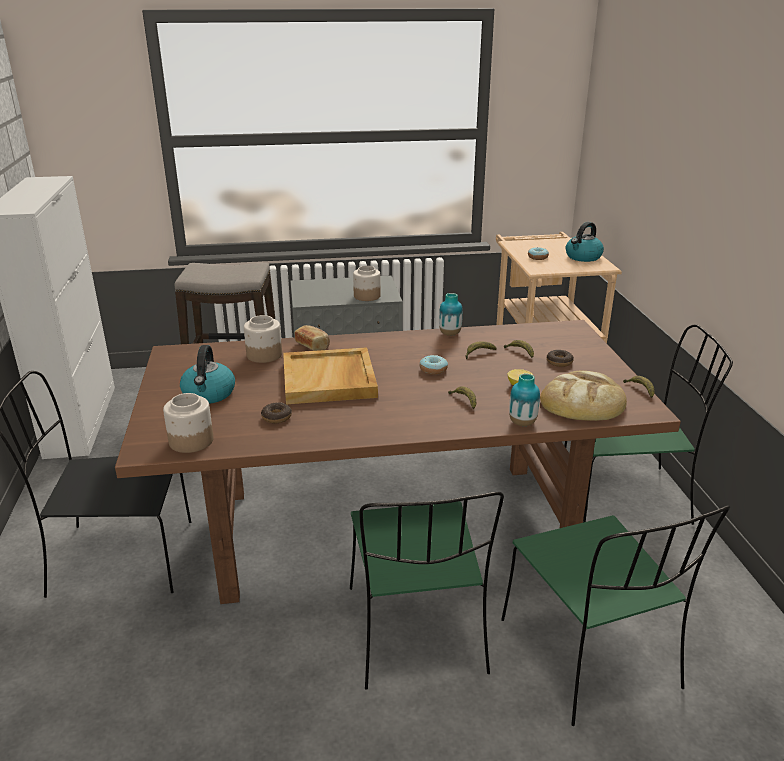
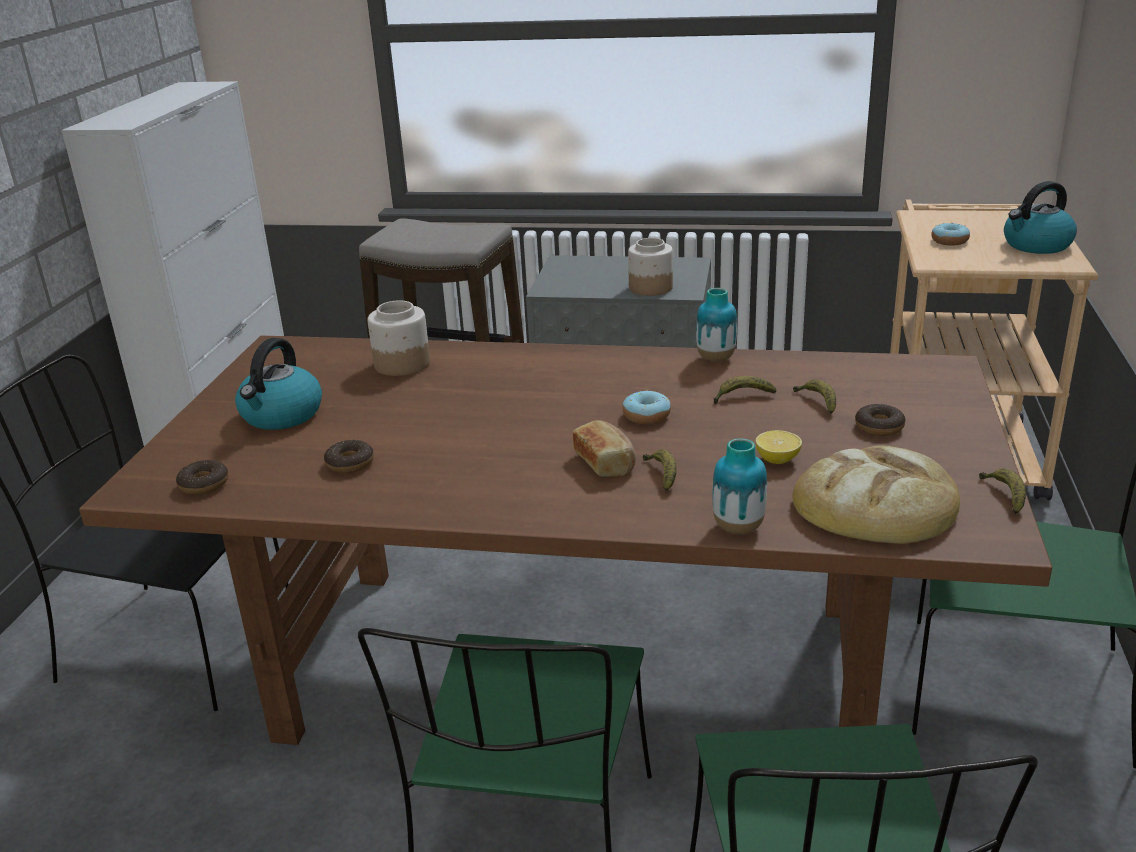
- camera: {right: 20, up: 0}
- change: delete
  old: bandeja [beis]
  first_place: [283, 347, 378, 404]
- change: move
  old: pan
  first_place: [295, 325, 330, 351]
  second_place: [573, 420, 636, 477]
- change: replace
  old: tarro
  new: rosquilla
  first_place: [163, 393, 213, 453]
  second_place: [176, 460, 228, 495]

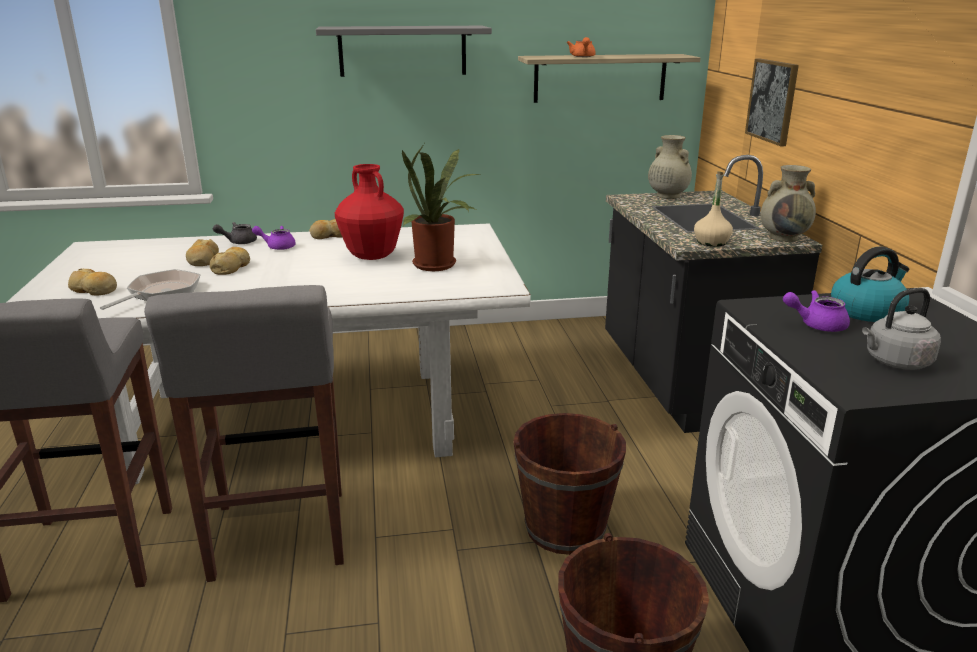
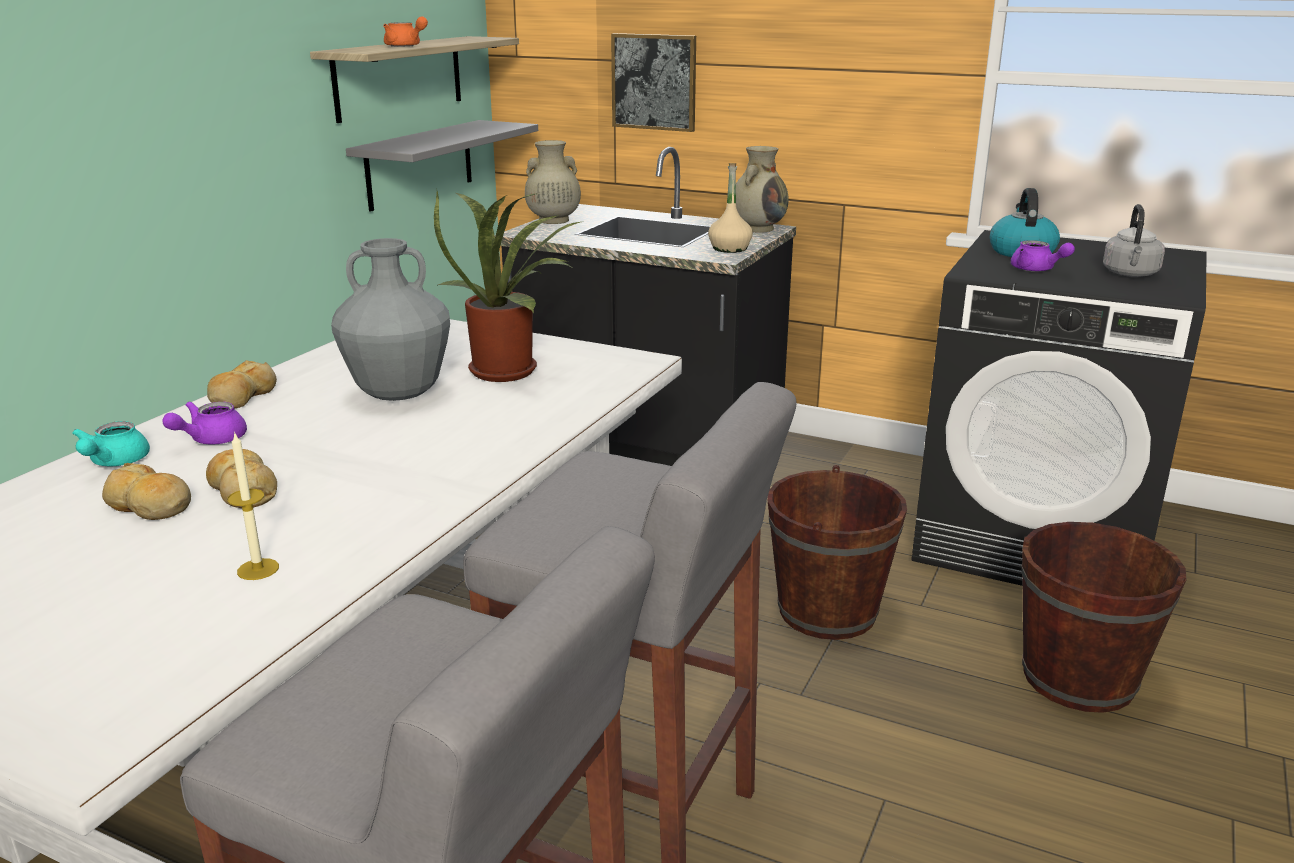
- camera: {right: -55, up: 0}
- change: delete
  old: pan
  first_place: [68, 268, 117, 296]
- change: move
  old: estante [gris]
  first_place: [316, 26, 492, 77]
  second_place: [346, 120, 538, 212]
- change: replace
  old: sartén
  new: vela
  first_place: [100, 269, 201, 310]
  second_place: [227, 432, 279, 580]
- change: recolor
  old: tetera [gris]
  new: tetera [turquesa]
  first_place: [213, 222, 257, 244]
  second_place: [72, 421, 150, 466]
- change: recolor
  old: florero [rojo]
  new: florero [gris]
  first_place: [335, 164, 404, 260]
  second_place: [331, 238, 450, 401]
- change: rotate
  old: tetera [morado]
  first_place: [783, 290, 850, 332]
  second_place: [1011, 240, 1075, 272]
  degrees: -75

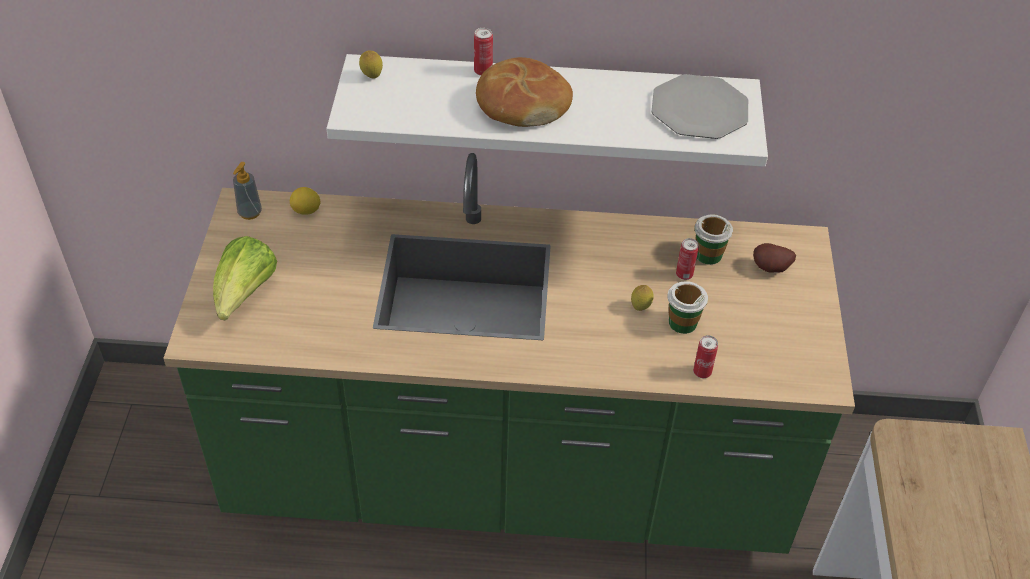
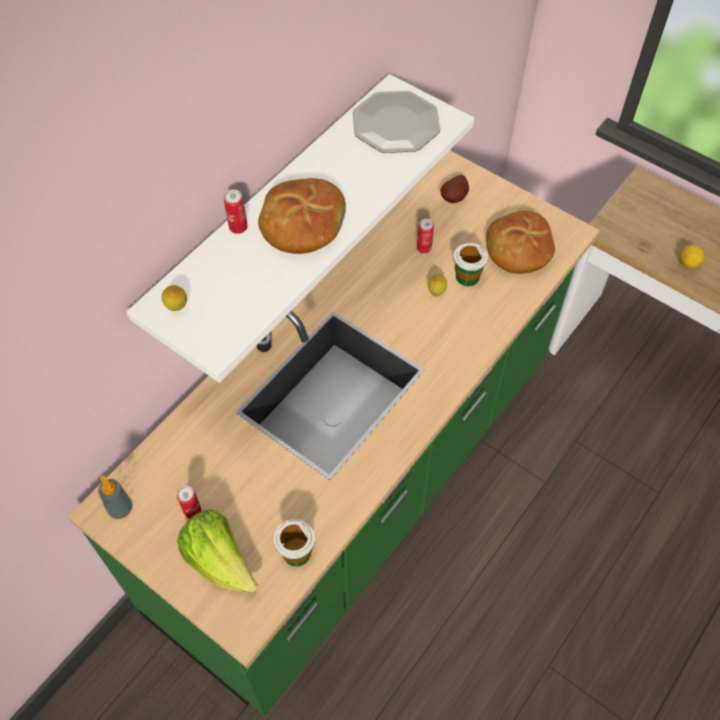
- camera: {right: -55, up: 10}
- change: insert
  new: pan
  second_place: [486, 211, 555, 274]
- change: move
  old: limón
  first_place: [290, 187, 321, 215]
  second_place: [680, 245, 705, 269]
- change: move
  old: lata
  first_place: [693, 335, 718, 378]
  second_place: [177, 486, 201, 519]
- change: move
  old: taza
  first_place: [694, 214, 733, 265]
  second_place: [274, 519, 315, 567]

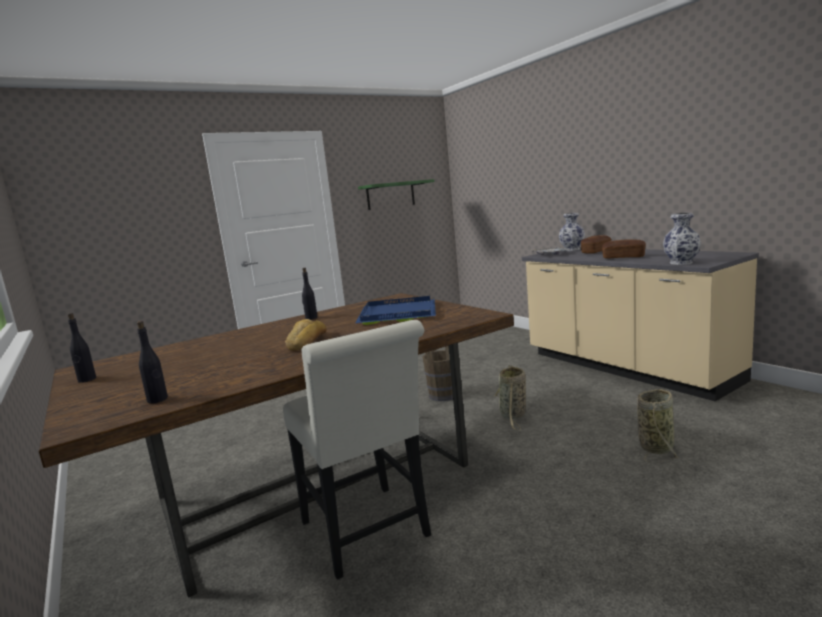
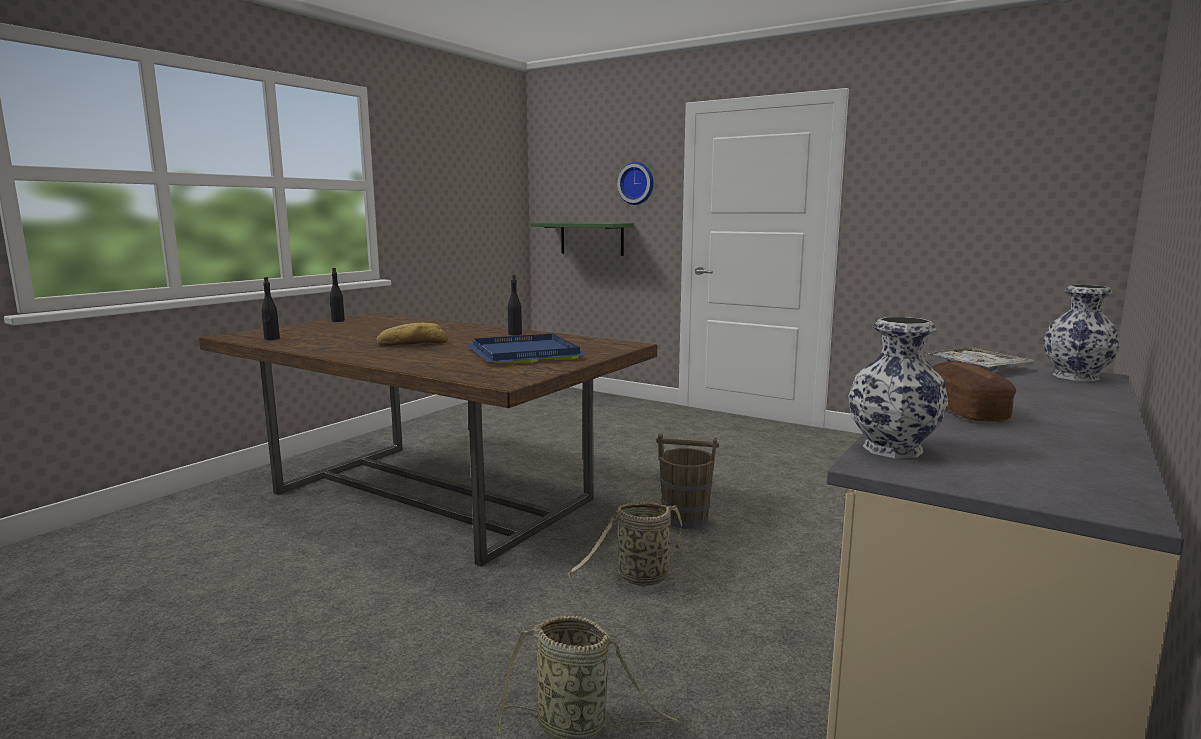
- camera: {right: 65, up: 0}
- change: delete
  old: silla [blanco]
  first_place: [283, 320, 431, 580]
- change: delete
  old: pan
  first_place: [581, 235, 611, 254]
- change: insert
  new: reloj de pared
  second_place: [617, 162, 654, 205]
- change: move
  old: estante [verde]
  first_place: [358, 179, 435, 210]
  second_place: [530, 222, 634, 256]

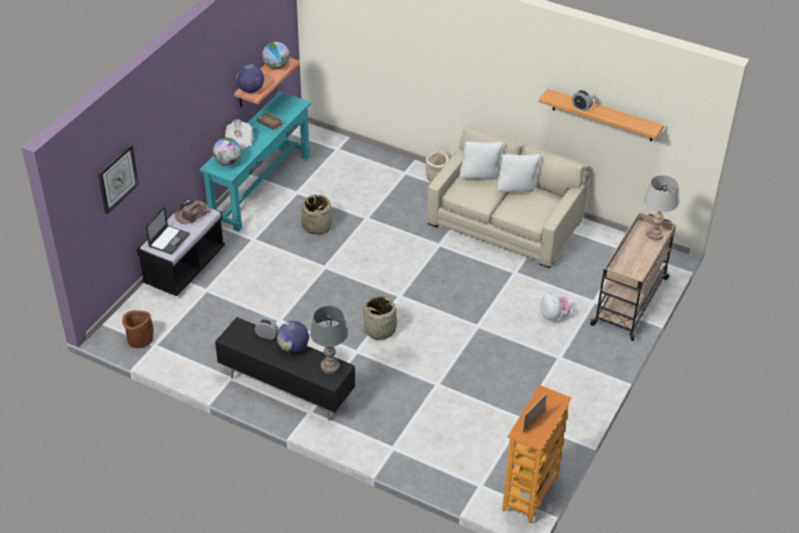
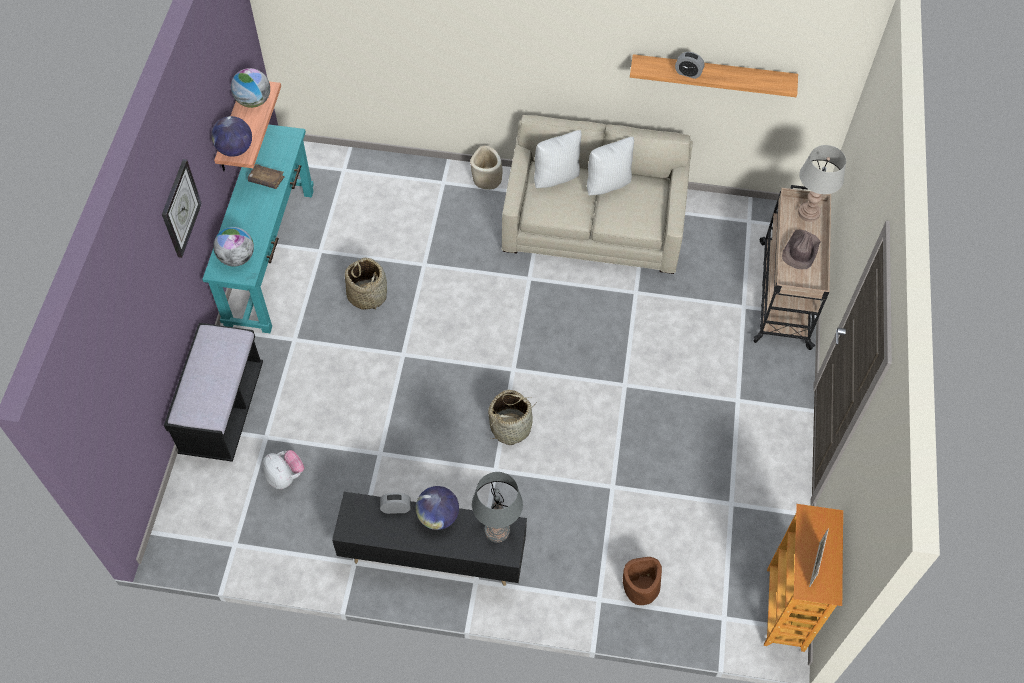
- camera: {right: -20, up: 15}
- change: delete
  old: portátil
  first_place: [145, 206, 190, 255]
- change: delete
  old: periódico
  first_place: [225, 120, 253, 150]
- change: move
  old: reloj de pared
  first_place: [98, 144, 139, 214]
  second_place: [162, 159, 202, 258]
- change: move
  old: maceta [marrón]
  first_place: [122, 310, 154, 348]
  second_place: [623, 557, 662, 605]
- change: move
  old: sombrero [marrón]
  first_place: [174, 200, 211, 224]
  second_place: [782, 230, 821, 269]
- change: move
  old: peluche
  first_place: [541, 292, 571, 321]
  second_place: [262, 450, 305, 489]

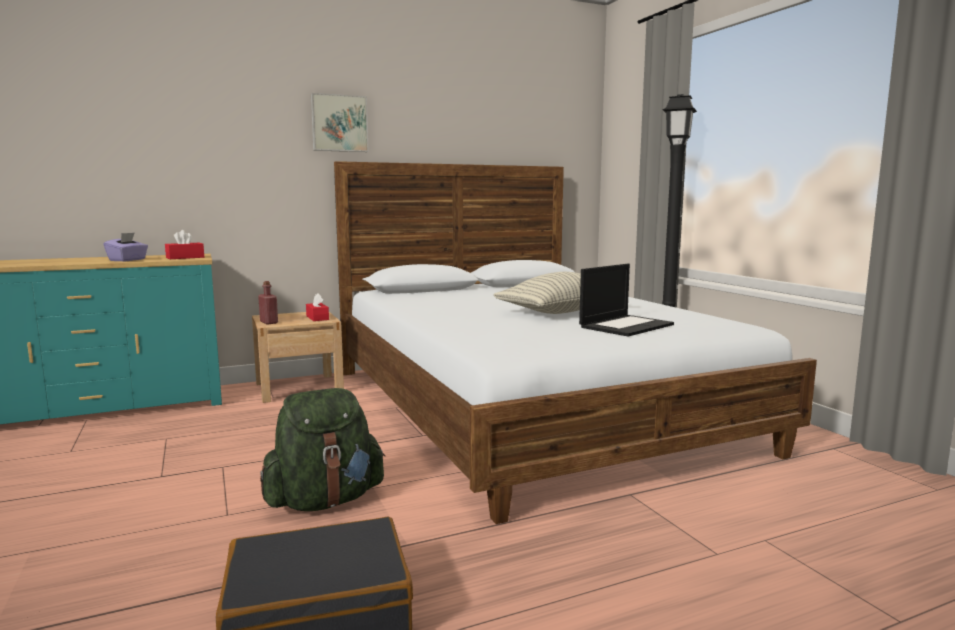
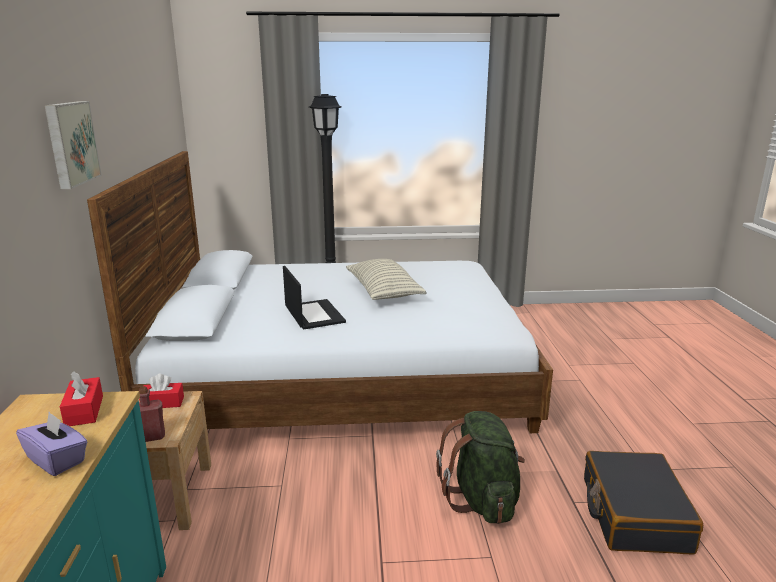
- camera: {right: -70, up: 10}
- change: move
  old: portátil
  first_place: [579, 264, 674, 337]
  second_place: [283, 266, 346, 329]

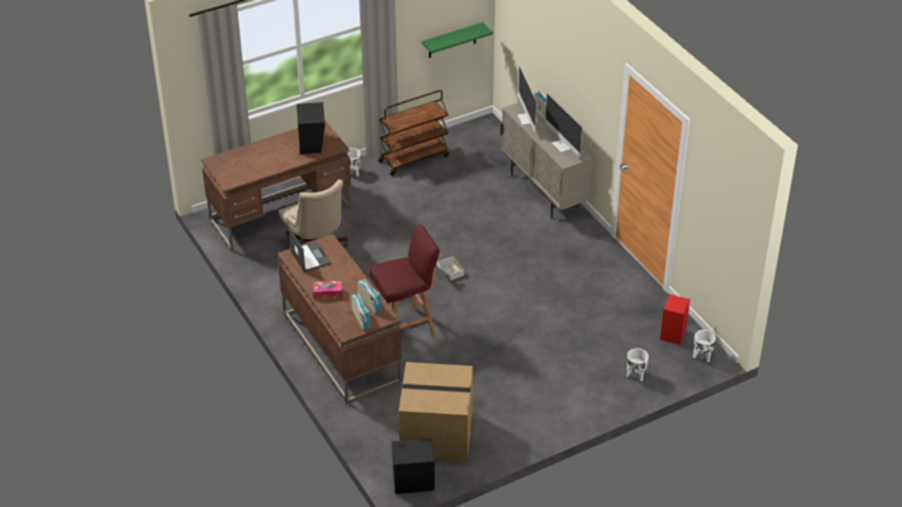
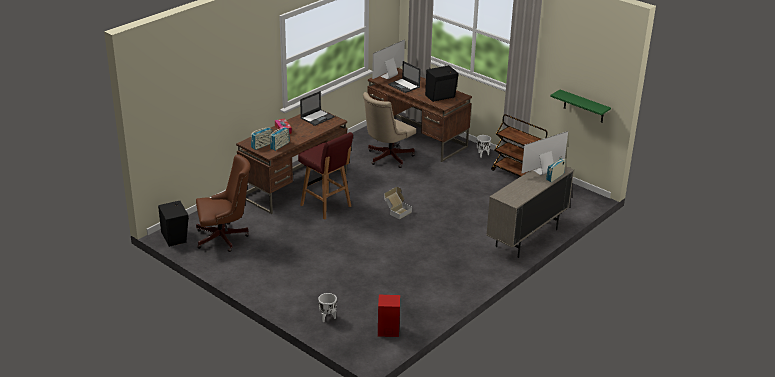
- camera: {right: 70, up: -10}
- change: delete
  old: maceta [blanco]
  first_place: [693, 330, 716, 362]
- change: insert
  new: portátil
  second_place: [388, 61, 421, 93]
- change: move
  old: monitor
  first_place: [545, 93, 582, 158]
  second_place: [372, 40, 405, 79]
- change: replace
  old: caja de cartón
  new: silla de oficina [marrón]
  first_place: [399, 362, 473, 462]
  second_place: [196, 154, 251, 252]

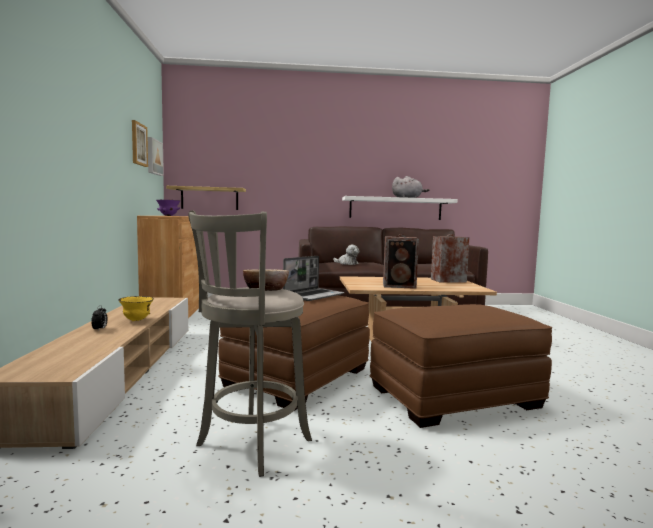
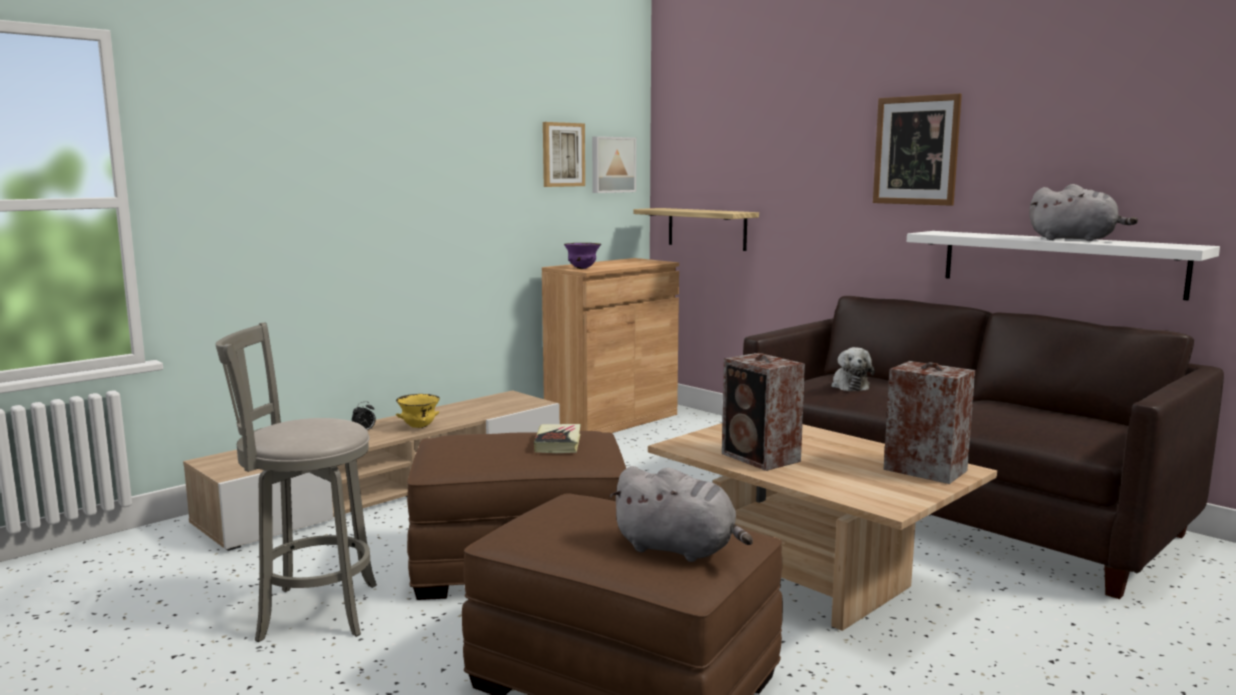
- camera: {right: 50, up: 5}
- change: delete
  old: cuenco
  first_place: [243, 269, 289, 291]
- change: insert
  new: peluche [gris]
  second_place: [609, 466, 753, 562]
- change: insert
  new: cuadro
  second_place: [873, 94, 962, 206]
- change: replace
  old: portátil
  new: libro
  first_place: [283, 256, 344, 301]
  second_place: [534, 424, 581, 453]

